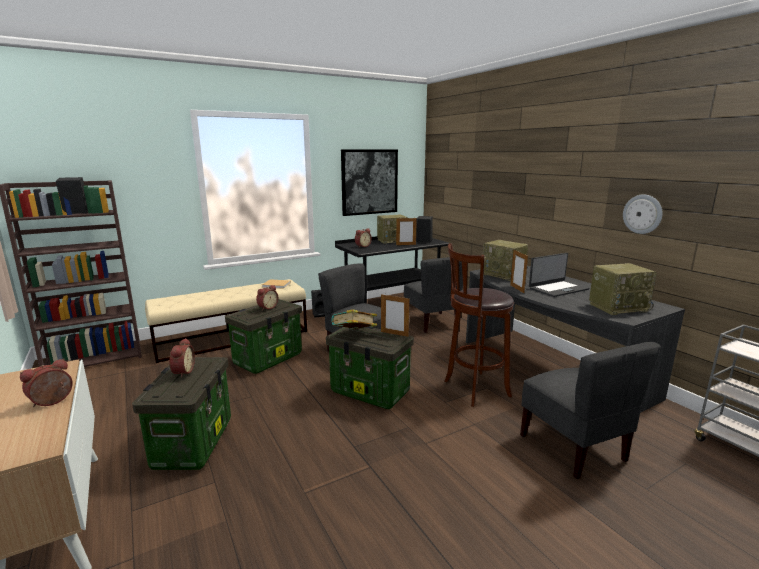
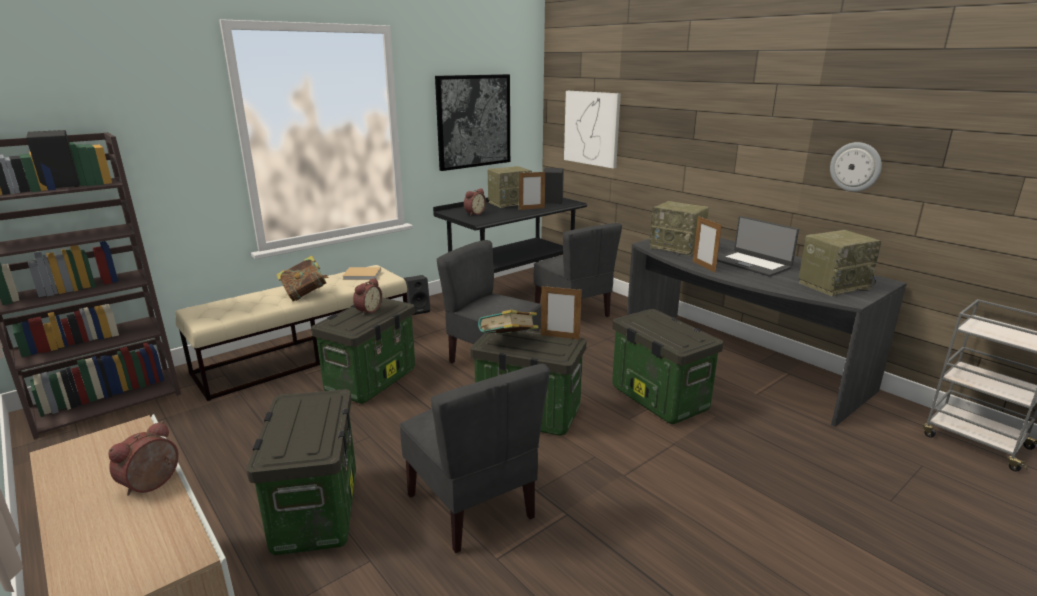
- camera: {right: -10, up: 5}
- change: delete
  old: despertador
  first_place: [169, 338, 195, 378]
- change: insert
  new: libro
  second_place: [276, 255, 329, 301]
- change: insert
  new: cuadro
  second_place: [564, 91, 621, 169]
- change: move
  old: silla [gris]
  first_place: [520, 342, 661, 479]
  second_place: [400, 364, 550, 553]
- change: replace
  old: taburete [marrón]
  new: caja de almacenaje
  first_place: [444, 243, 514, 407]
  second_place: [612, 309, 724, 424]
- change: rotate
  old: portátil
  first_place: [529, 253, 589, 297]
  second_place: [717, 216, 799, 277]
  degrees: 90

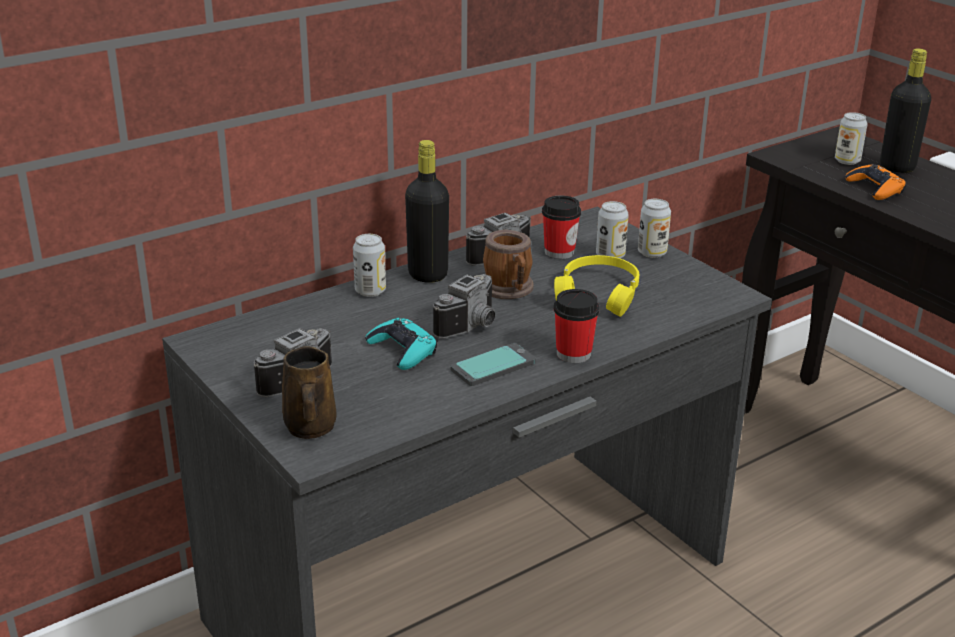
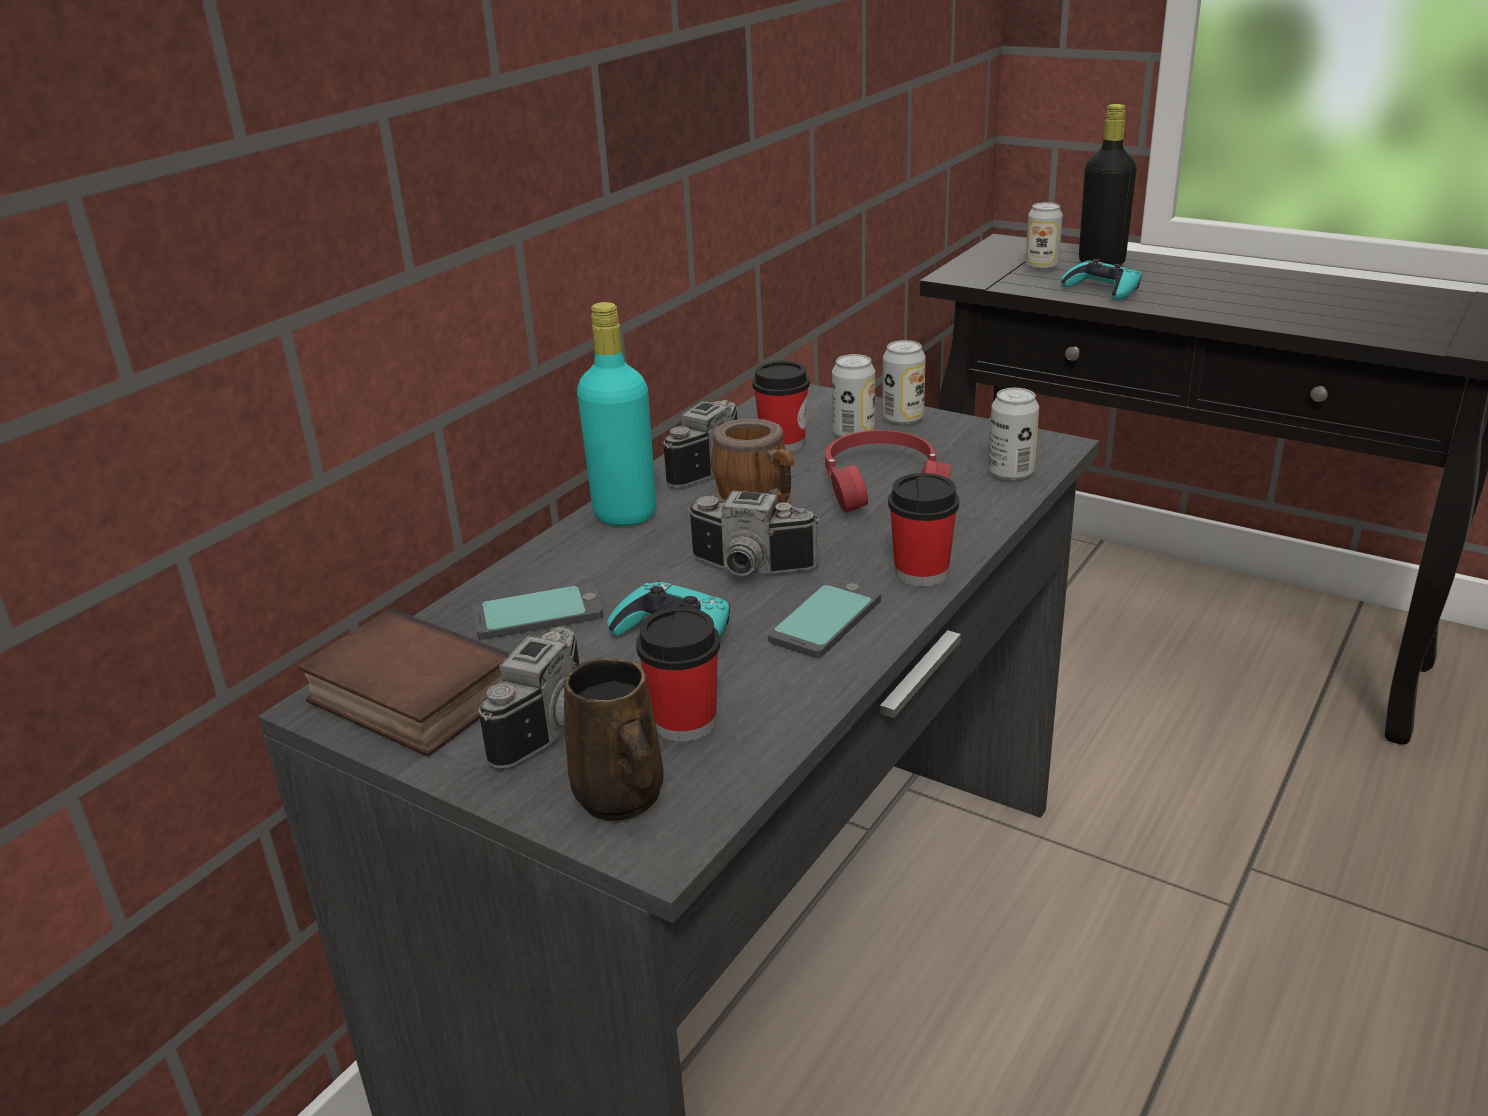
- camera: {right: -20, up: 0}
- change: insert
  new: libro
  second_place: [298, 608, 511, 757]
- change: insert
  new: móvil
  second_place: [473, 583, 603, 640]
- change: insert
  new: taza
  second_place: [636, 607, 720, 742]
- change: move
  old: lata
  first_place: [353, 234, 386, 297]
  second_place: [988, 388, 1039, 480]
- change: recolor
  old: botella [negro]
  new: botella [turquesa]
  first_place: [405, 140, 449, 283]
  second_place: [577, 302, 656, 526]
- change: recolor
  old: auriculares [amarillo]
  new: auriculares [rojo]
  first_place: [554, 255, 639, 317]
  second_place: [825, 430, 951, 513]
- change: recolor
  old: mando de consola [naranja]
  new: mando de consola [turquesa]
  first_place: [845, 164, 906, 200]
  second_place: [1061, 259, 1142, 300]
- change: rotate
  old: cámara
  first_place: [433, 274, 495, 338]
  second_place: [687, 490, 820, 576]
  degrees: 90

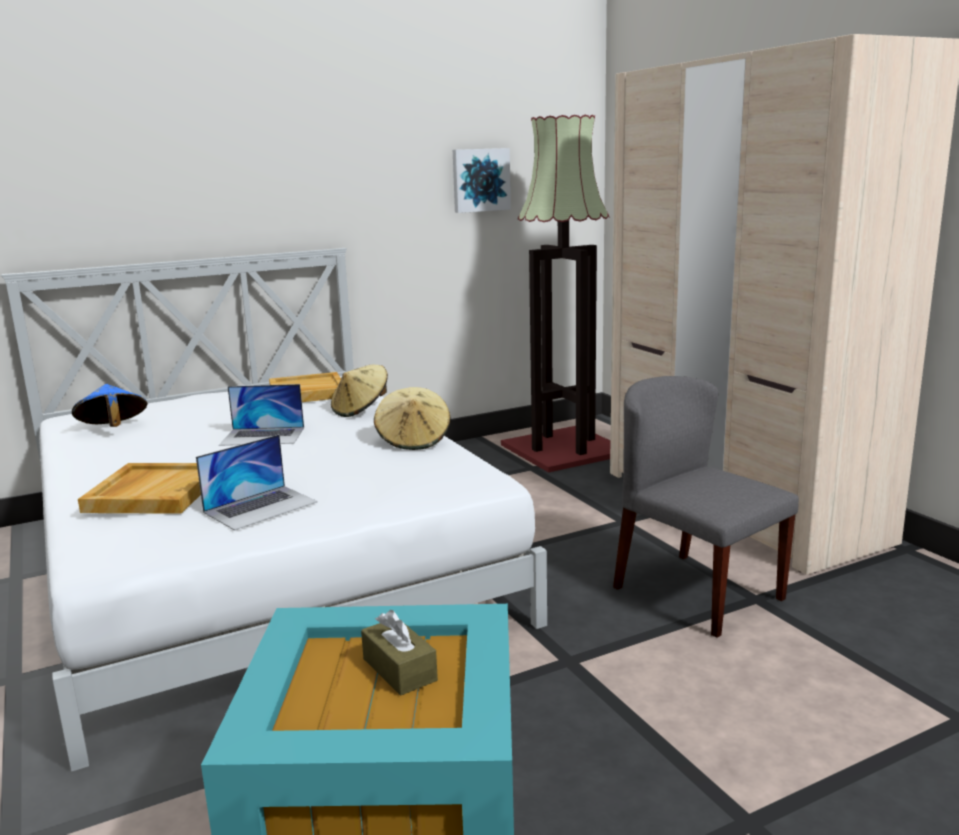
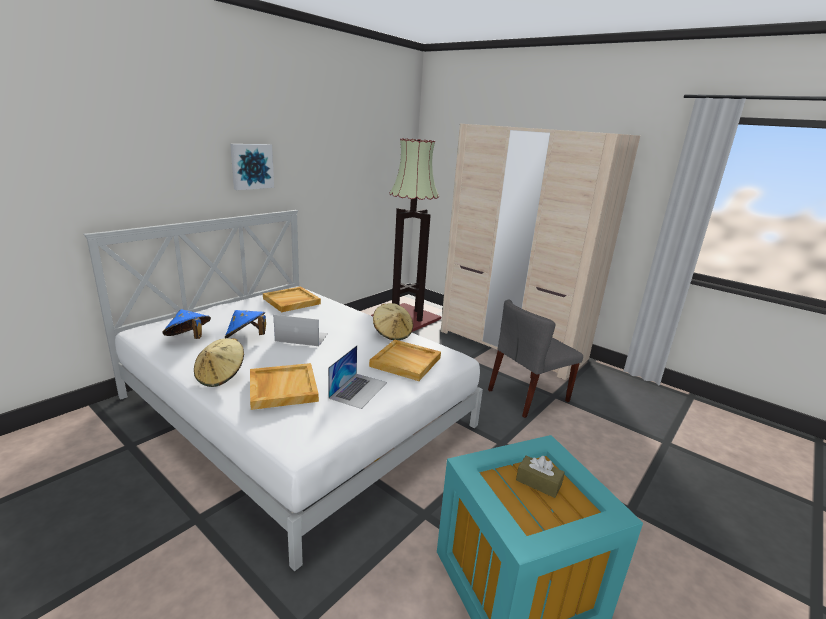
- camera: {right: -25, up: 5}
- change: insert
  new: sombrero [azul]
  second_place: [225, 310, 266, 338]
- change: insert
  new: bandeja [beis]
  second_place: [369, 339, 441, 381]
- change: move
  old: sombrero [beis]
  first_place: [331, 365, 388, 417]
  second_place: [194, 338, 244, 387]
- change: move
  old: cuadro
  first_place: [453, 148, 511, 213]
  second_place: [230, 144, 274, 190]
- change: rotate
  old: portátil
  first_place: [219, 384, 304, 446]
  second_place: [274, 315, 328, 346]
  degrees: -150
- change: rotate
  old: silla [gris]
  first_place: [613, 376, 799, 638]
  second_place: [488, 300, 583, 418]
  degrees: -60

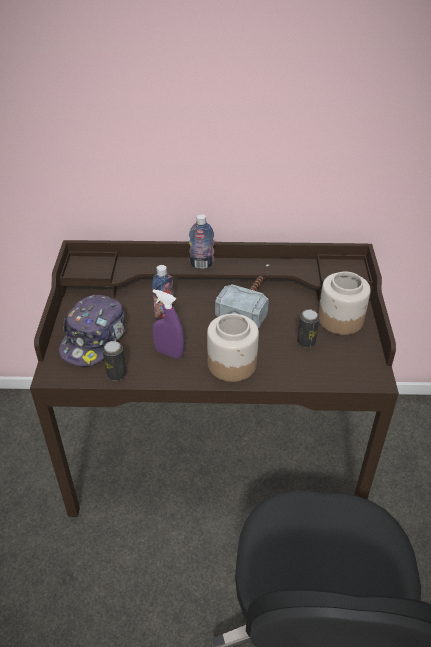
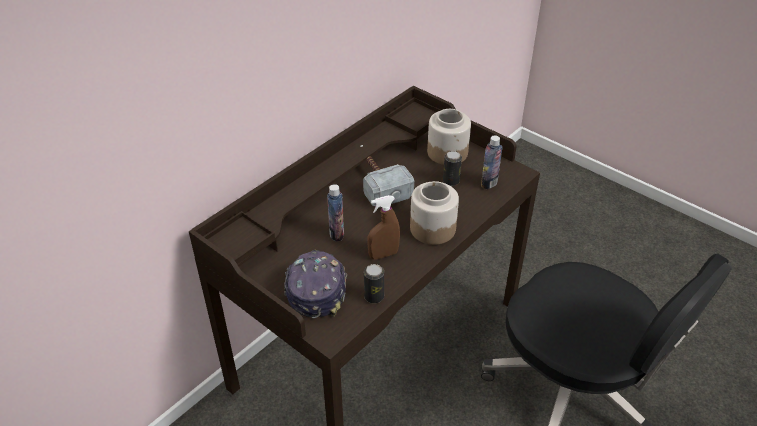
- camera: {right: -50, up: 0}
- change: move
  old: botella
  first_place: [189, 214, 214, 269]
  second_place: [481, 135, 503, 189]
- change: recolor
  old: pulverizador [morado]
  new: pulverizador [marrón]
  first_place: [152, 289, 184, 359]
  second_place: [367, 195, 400, 260]
- change: rotate
  old: gorra
  first_place: [59, 295, 126, 366]
  second_place: [284, 250, 347, 319]
  degrees: -150

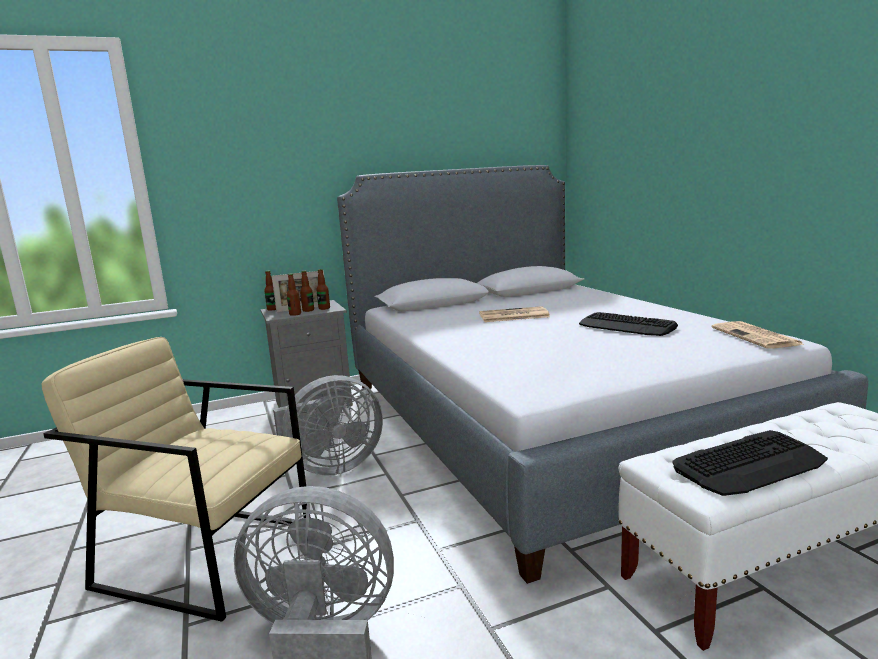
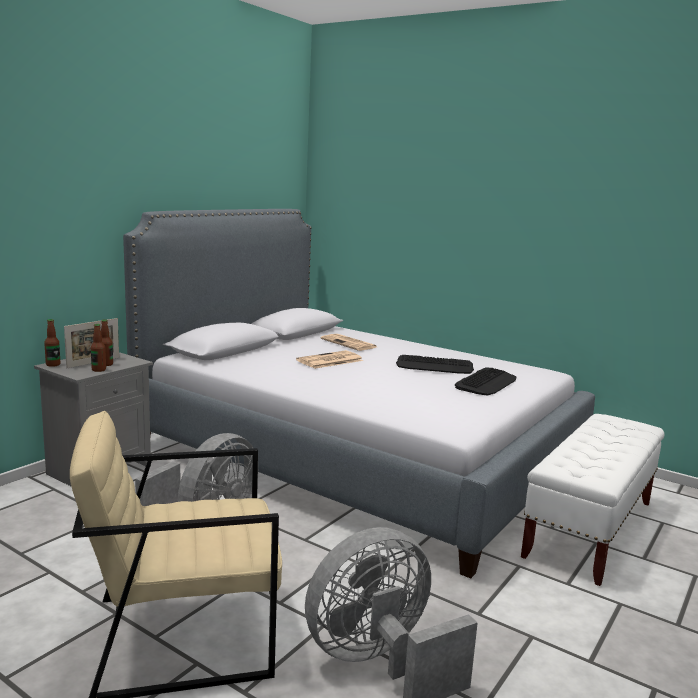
- camera: {right: -35, up: 0}
- change: delete
  old: botella
  first_place: [316, 269, 330, 310]
- change: move
  old: teclado
  first_place: [672, 430, 828, 496]
  second_place: [455, 367, 517, 396]
- change: move
  old: periódico
  first_place: [712, 321, 805, 349]
  second_place: [321, 334, 377, 351]

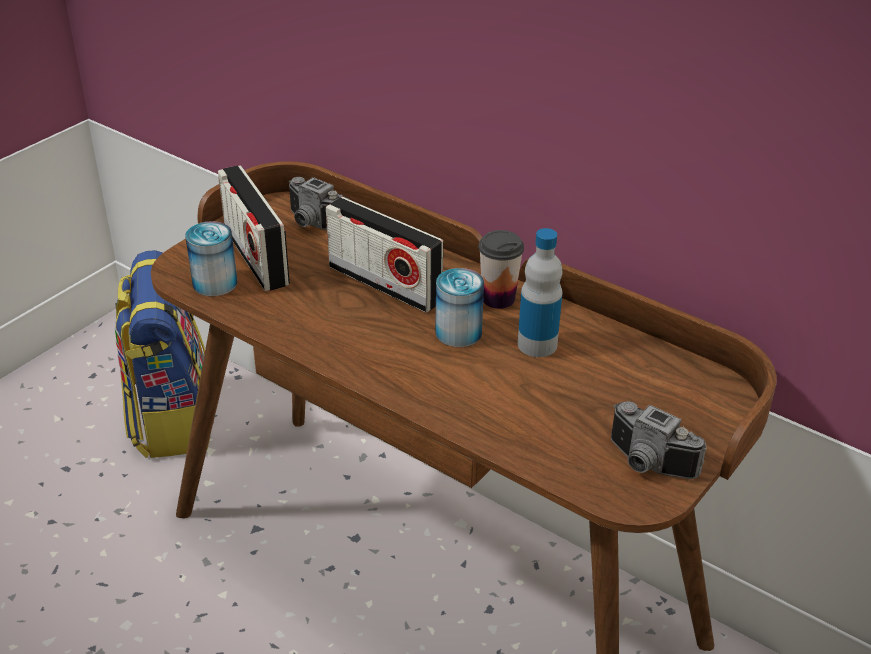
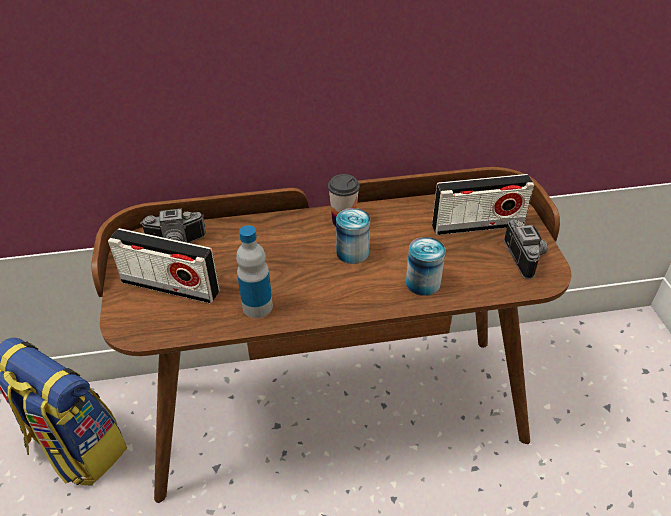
- camera: {right: -45, up: 5}
- change: move
  old: lata
  first_place: [185, 221, 237, 296]
  second_place: [406, 237, 445, 296]
- change: move
  old: radio
  first_place: [326, 197, 443, 313]
  second_place: [432, 174, 534, 235]
- change: move
  old: botella
  first_place: [518, 228, 563, 357]
  second_place: [236, 225, 273, 318]
- change: rotate
  old: cámara
  first_place: [611, 401, 707, 479]
  second_place: [504, 219, 547, 279]
  degrees: -90

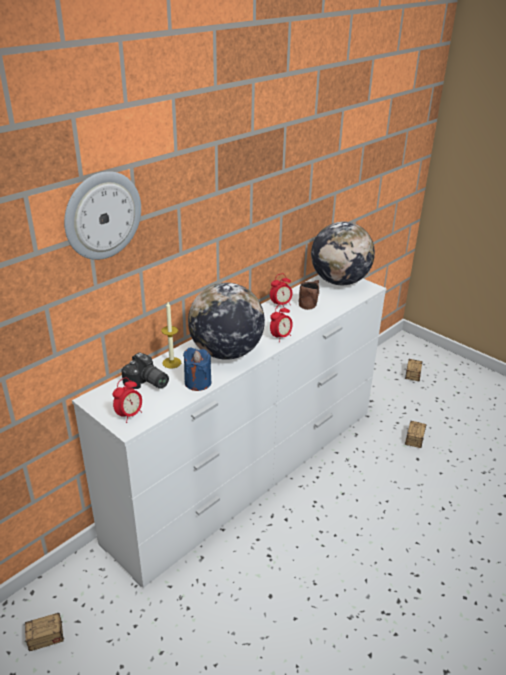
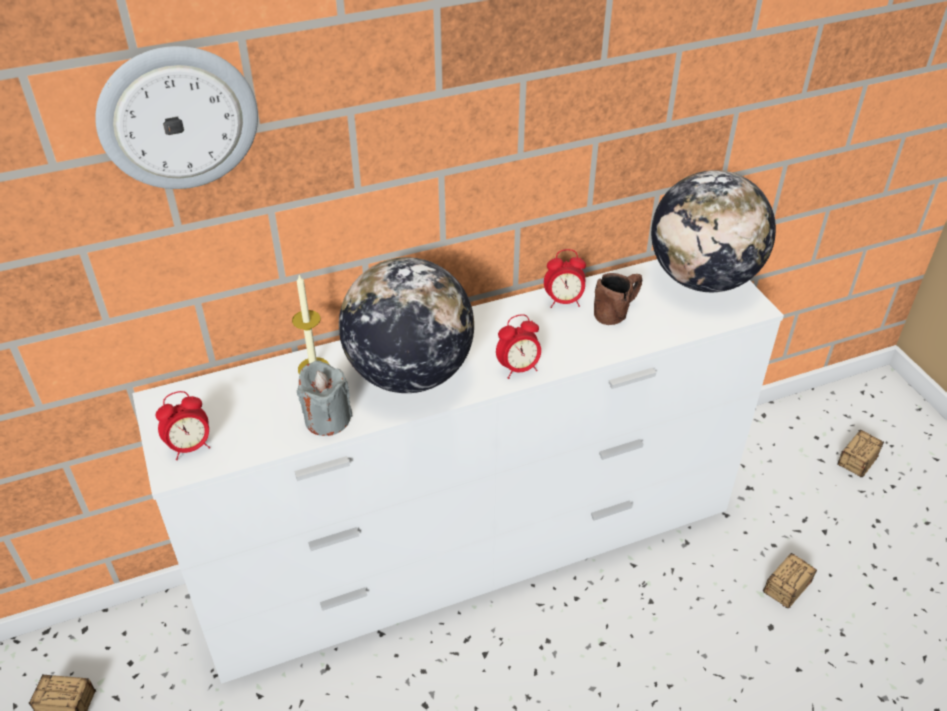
- camera: {right: 25, up: 10}
- change: delete
  old: cámara
  first_place: [121, 352, 169, 389]
- change: recolor
  old: vela [azul]
  new: vela [gris]
  first_place: [183, 347, 211, 391]
  second_place: [297, 360, 353, 436]

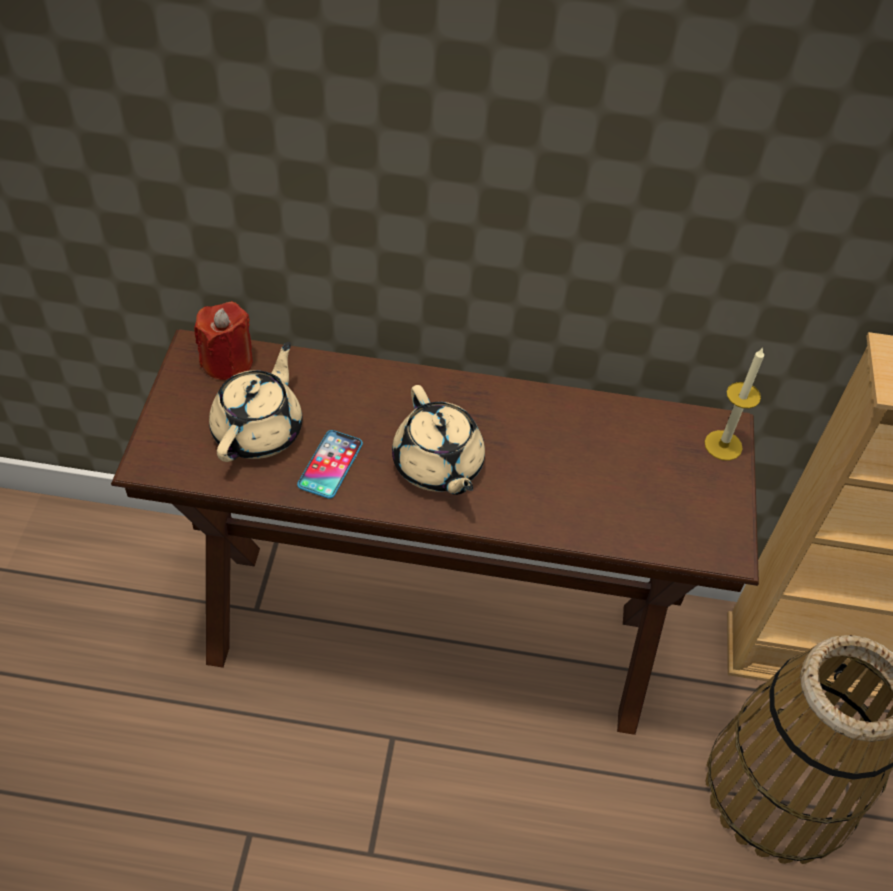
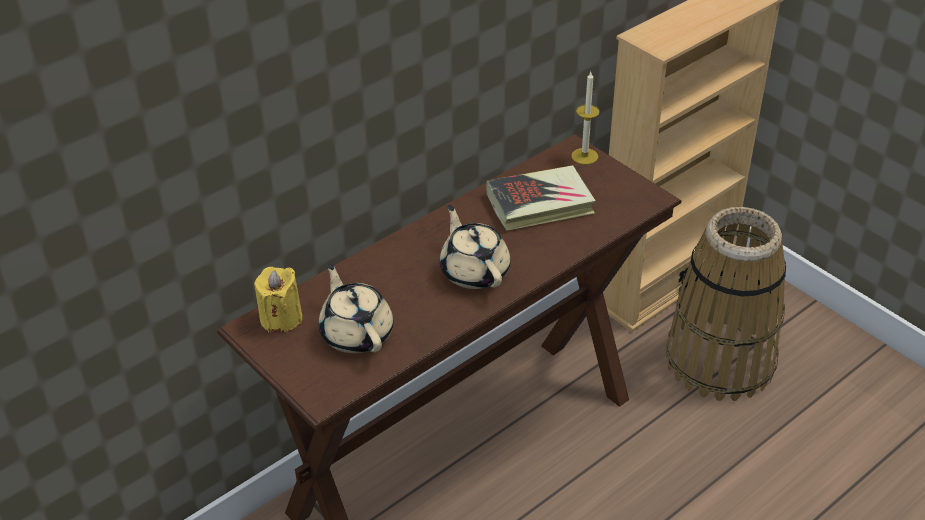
- camera: {right: -45, up: -10}
- change: delete
  old: móvil
  first_place: [297, 430, 363, 499]
- change: insert
  new: libro
  second_place: [486, 165, 596, 231]
- change: recolor
  old: vela [rojo]
  new: vela [amarillo]
  first_place: [194, 301, 253, 380]
  second_place: [254, 267, 302, 333]
- change: rotate
  old: tetera [beis]
  first_place: [392, 385, 485, 495]
  second_place: [440, 205, 511, 289]
  degrees: -135

